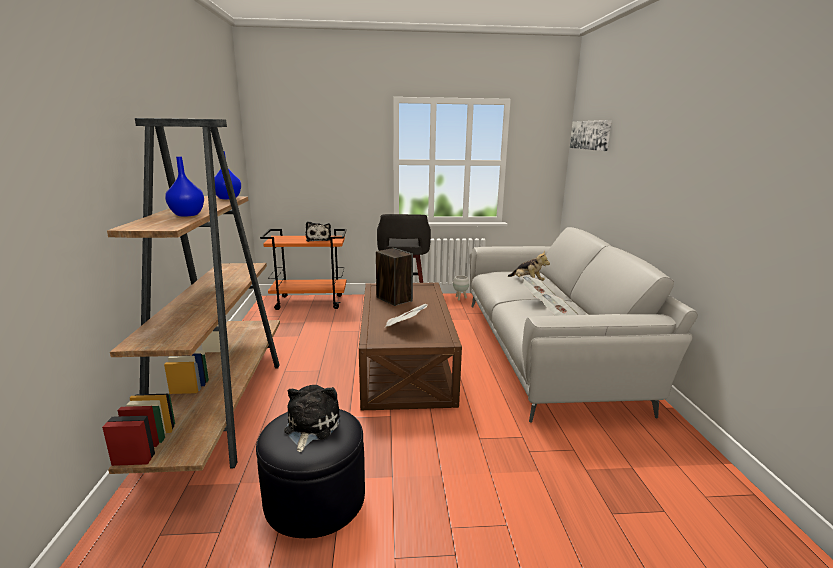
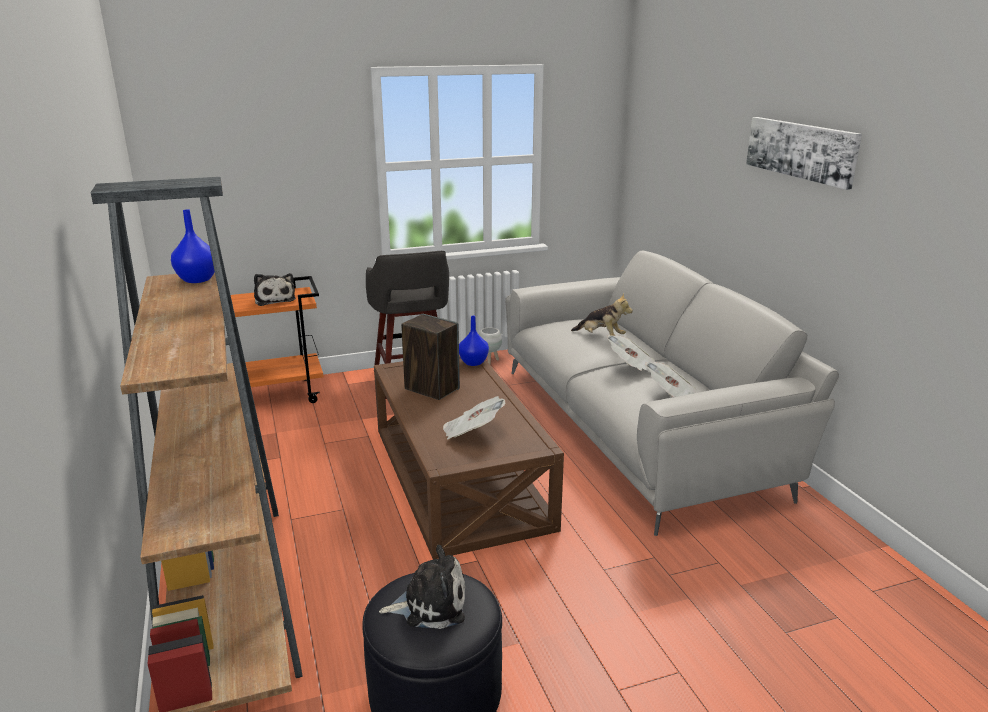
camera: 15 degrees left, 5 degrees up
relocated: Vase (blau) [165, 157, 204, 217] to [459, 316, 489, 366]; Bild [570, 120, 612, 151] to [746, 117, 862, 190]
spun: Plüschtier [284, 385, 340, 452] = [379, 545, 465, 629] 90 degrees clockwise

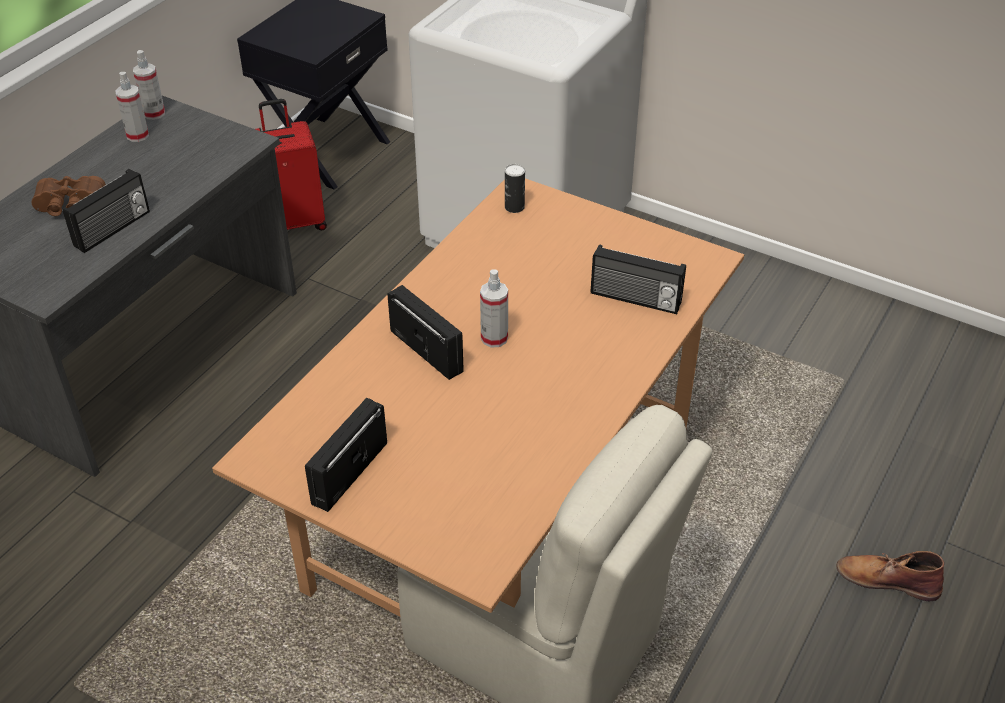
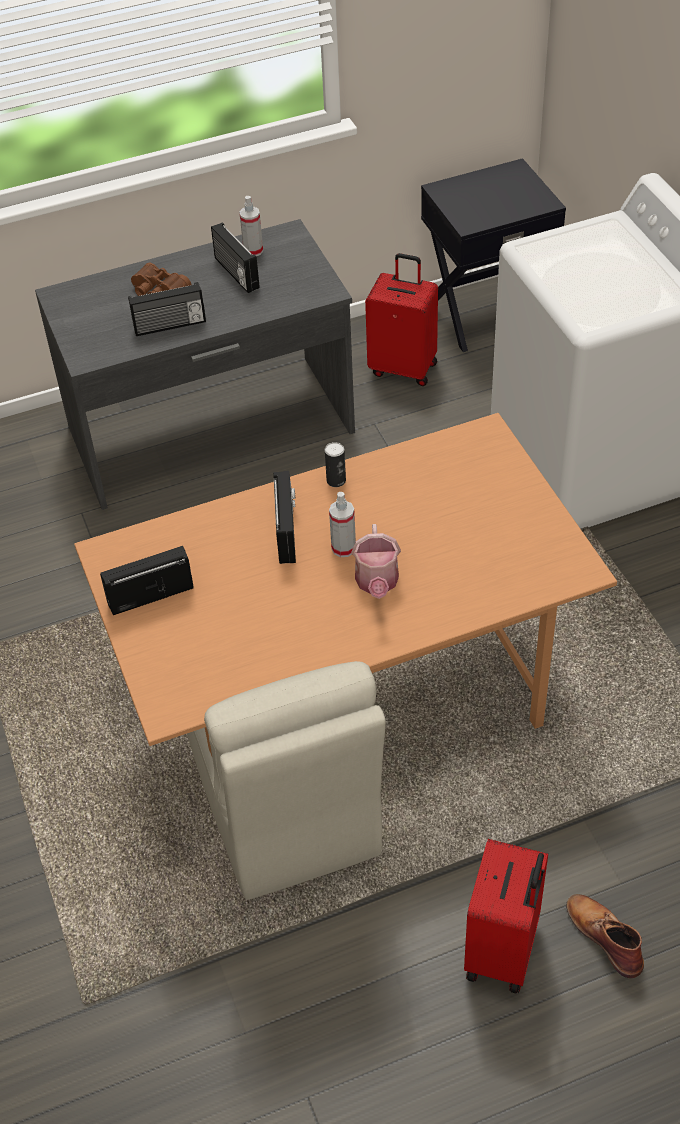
camera: 40 degrees right, 5 degrees up
missing: Sprühflasche [133, 50, 165, 120]
appeared: Gießkanne [351, 524, 401, 599]; Koffer (rot) [464, 839, 548, 993]
relocated: Dose [505, 164, 525, 213] to [325, 442, 346, 487]; Radio [590, 244, 686, 314] to [211, 222, 260, 293]

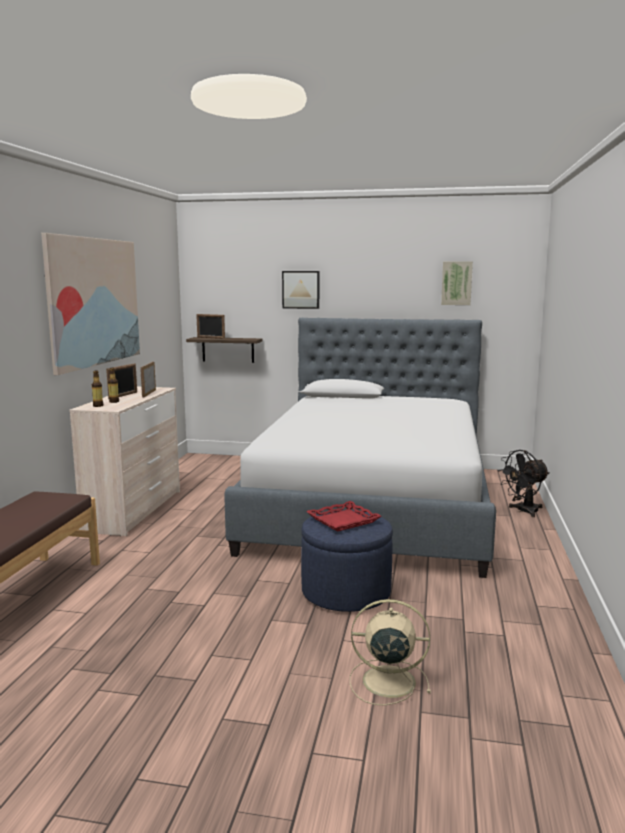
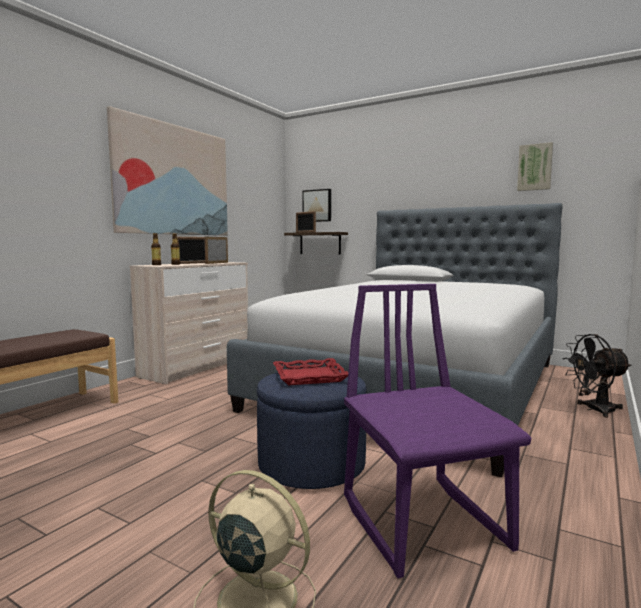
camera: 20 degrees right, 5 degrees down
appeared: Stuhl (lila) [344, 284, 531, 579]
relocated: Bild [282, 271, 319, 309] to [302, 189, 331, 222]

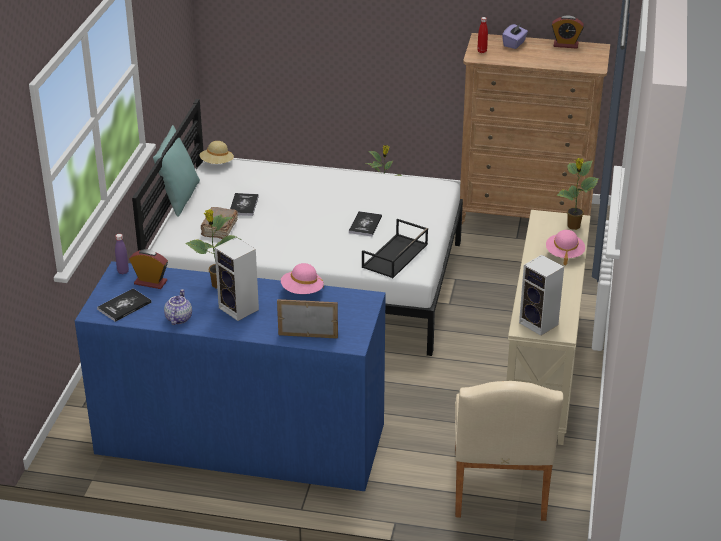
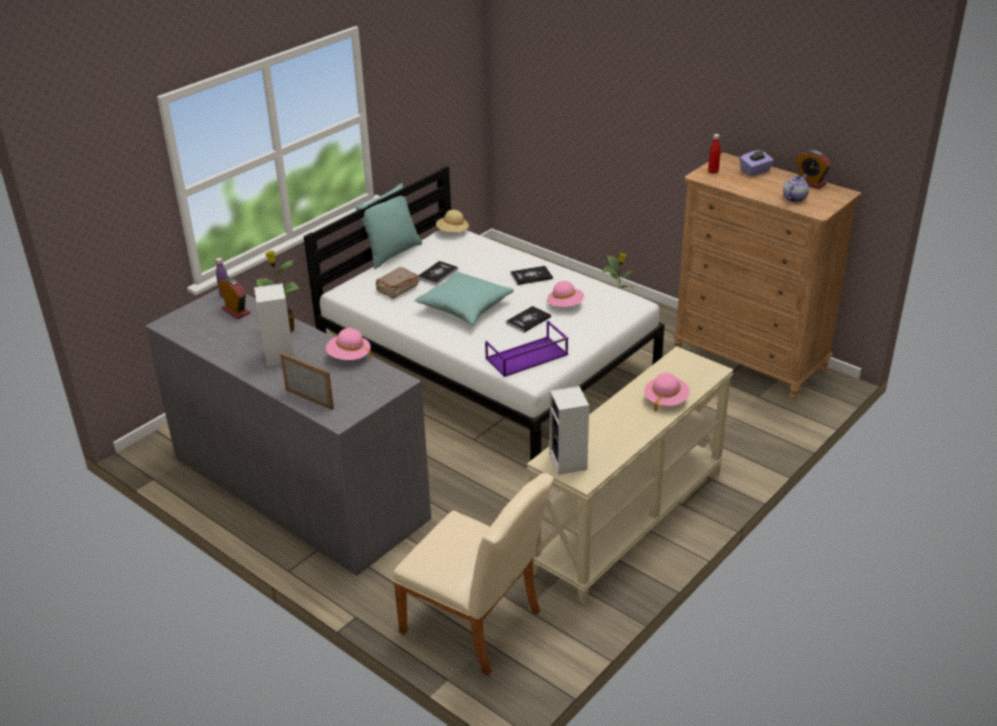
camera: 30 degrees right, 0 degrees up
missing: Topfpflanze [556, 158, 599, 230]
appeared: Kissen (türkis) [414, 271, 514, 325]; Hut (rosa) [548, 281, 584, 307]
relocated: Buch [97, 288, 151, 322] to [510, 266, 553, 285]; Teekanne [164, 289, 192, 325] to [783, 174, 809, 202]
colour: Kommode (blau) [75, 261, 386, 491] to Kommode (grau) [145, 289, 431, 576]; Tablett (schwarz) [362, 219, 428, 278] to Tablett (lila) [485, 321, 568, 377]
spun: Stuhl (beige) [455, 381, 564, 521] = [393, 473, 554, 676] 90 degrees counterclockwise

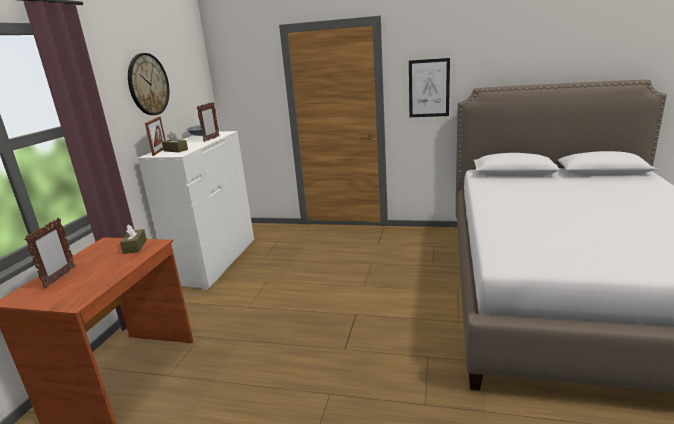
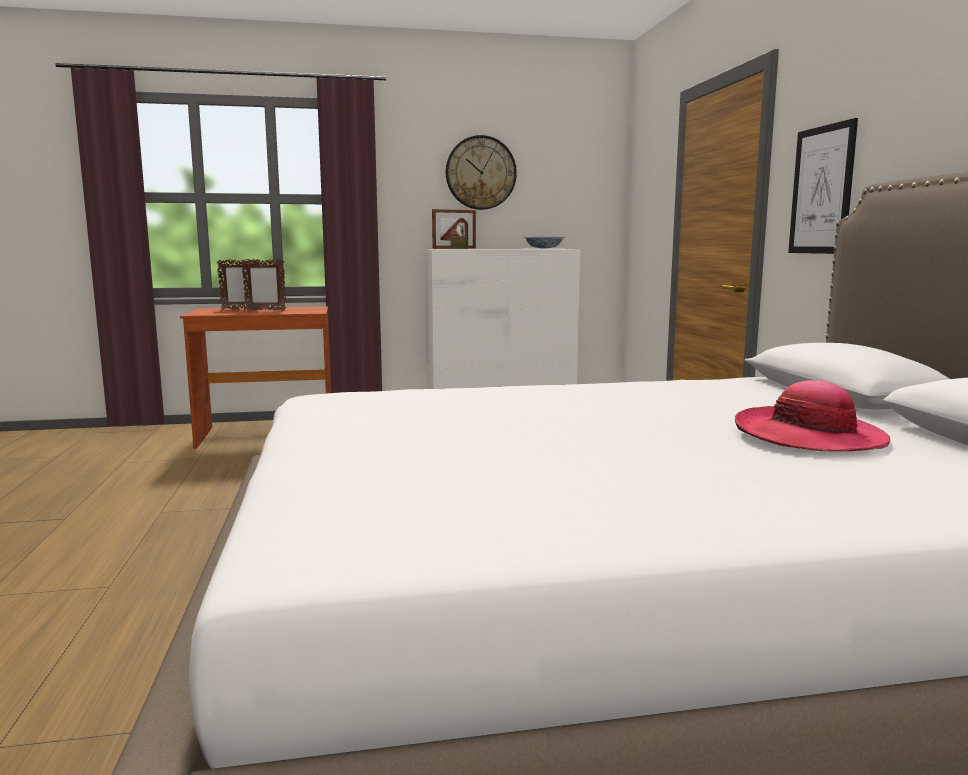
camera: 65 degrees right, 10 degrees down
missing: Taschentuchbox (braun) [120, 224, 147, 254]
appeared: Hut [735, 380, 890, 451]
relocated: Bilderrahmen [197, 102, 220, 142] to [241, 259, 286, 310]

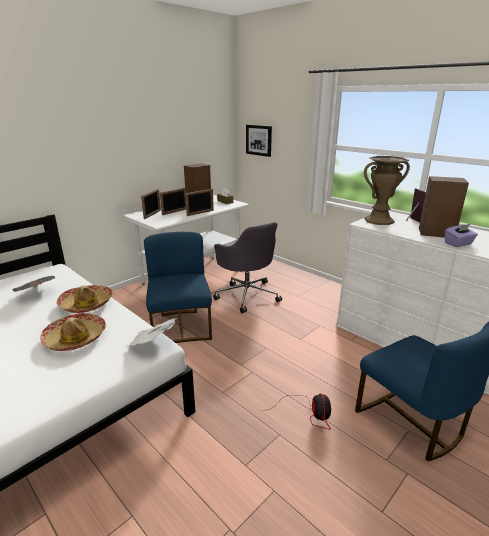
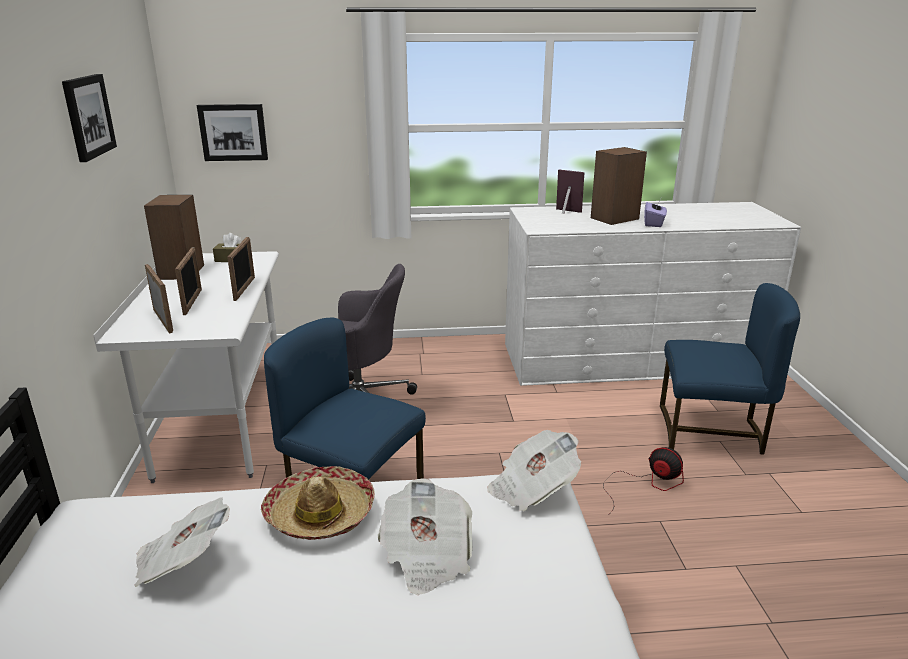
camera: 50 degrees left, 0 degrees up
missing: Vase (braun) [364, 156, 410, 225]
appeared: Bild [62, 74, 117, 162]
exchanged: Hut [40, 313, 106, 351] to Zeitung [378, 478, 473, 595]

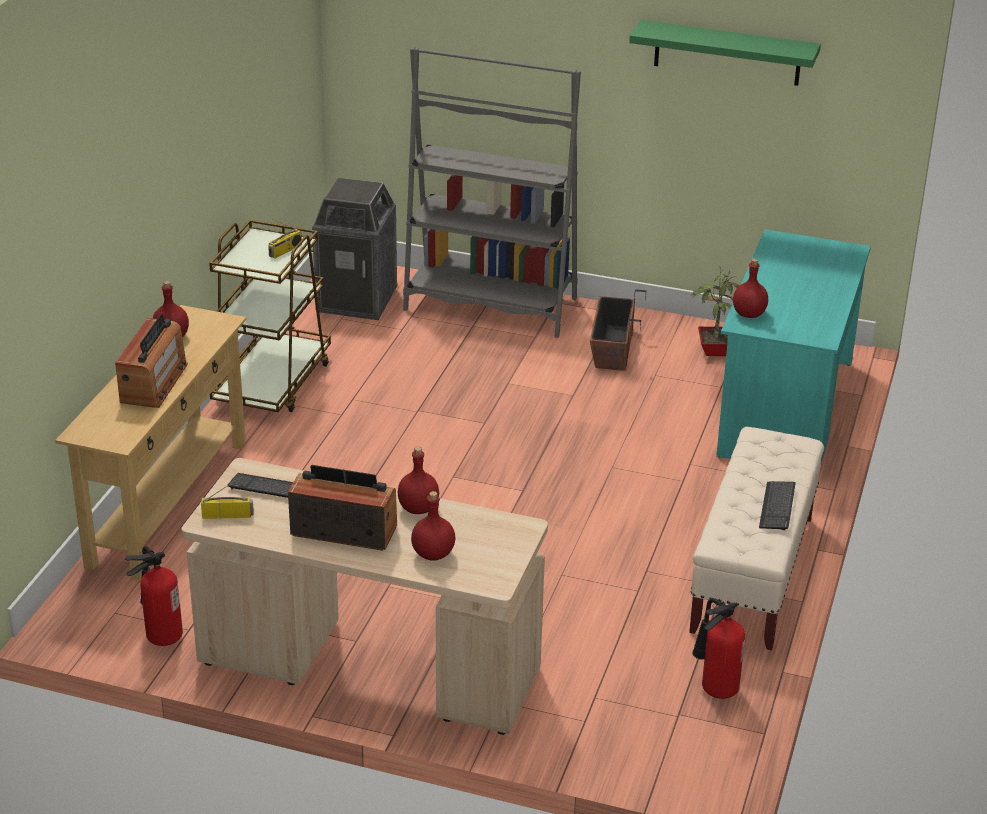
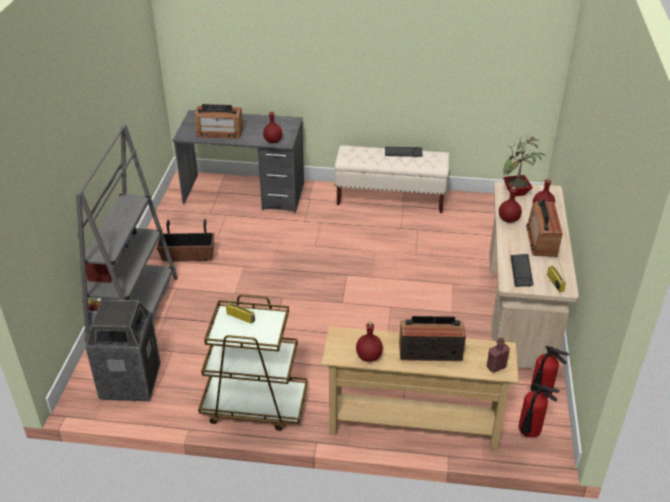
camera: 100 degrees left, 5 degrees up
missing: Wandregal (grün) [629, 20, 821, 86]
appeared: Radio [194, 104, 243, 139]; Flasche (rot) [487, 337, 510, 373]
relocated: Topfpflanze [691, 267, 739, 356] to [503, 135, 546, 196]; Feuerlöscher [692, 598, 745, 699] to [518, 383, 559, 437]
colour: Schreibtisch (türkis) [716, 229, 871, 463] to Schreibtisch (grau) [172, 110, 304, 213]

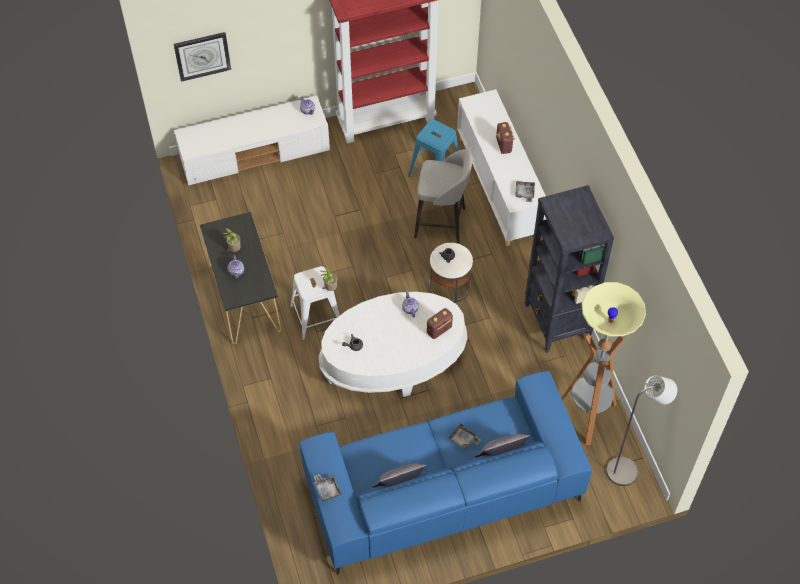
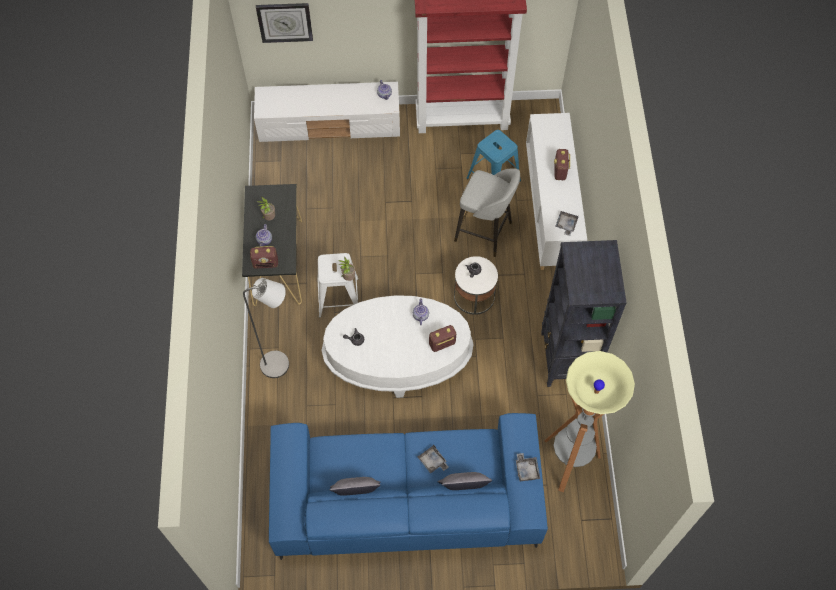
camera: 15 degrees right, 5 degrees up
appeared: Radio [250, 246, 278, 269]
relocated: Tablett (grau) [314, 474, 341, 502] to [516, 453, 540, 481]; Stehlampe (grau) [606, 375, 677, 486] to [243, 278, 289, 378]

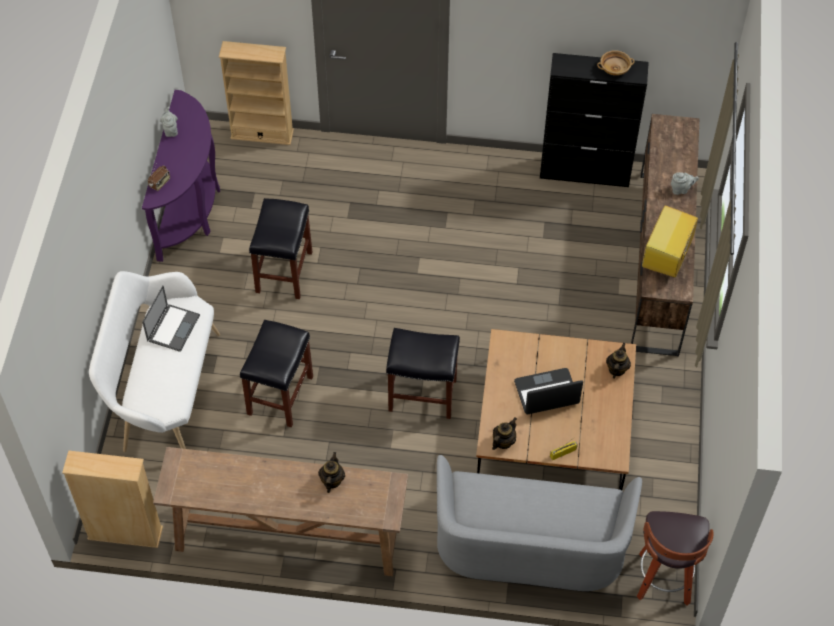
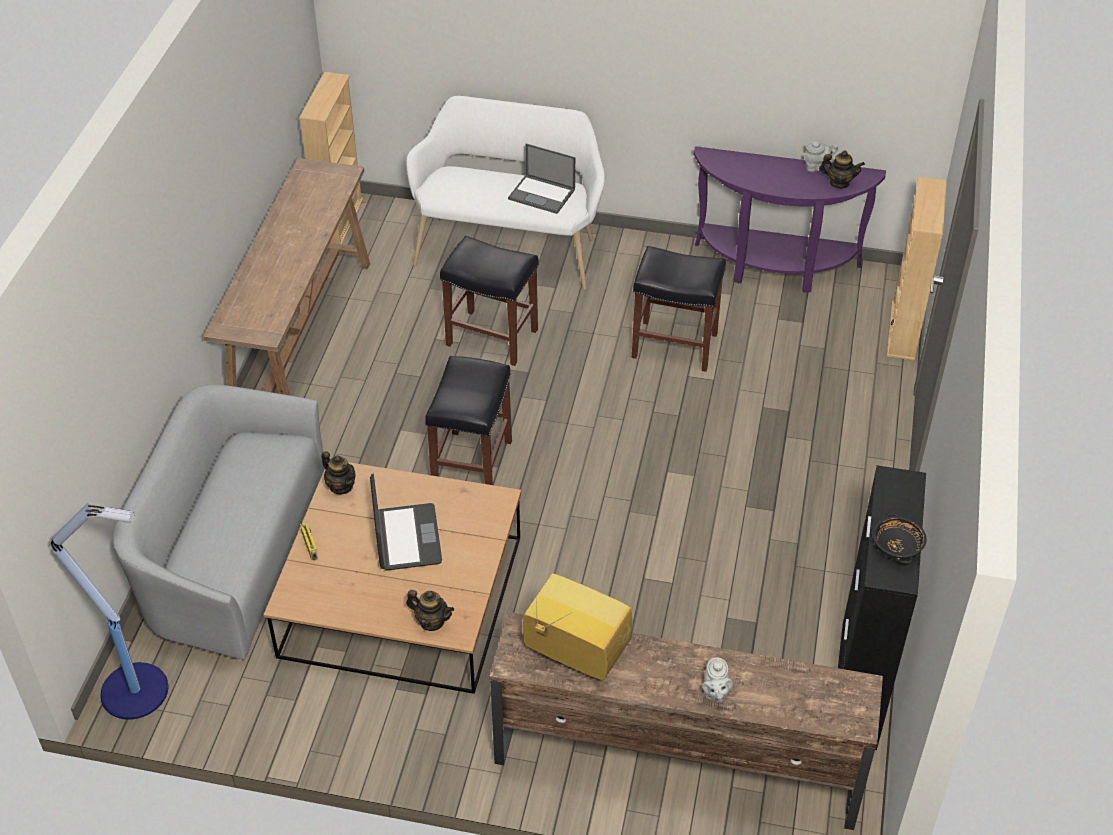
camera: 95 degrees right, 10 degrees down
missing: Radio [148, 165, 170, 191]
relocated: Teekanne [318, 452, 345, 493] to [819, 150, 865, 189]
exchanged: Hocker [637, 511, 714, 606] to Stehlampe [51, 503, 168, 719]
colour: Schüssel (beige) [597, 50, 634, 76] to Schüssel (schwarz) [873, 513, 926, 564]

